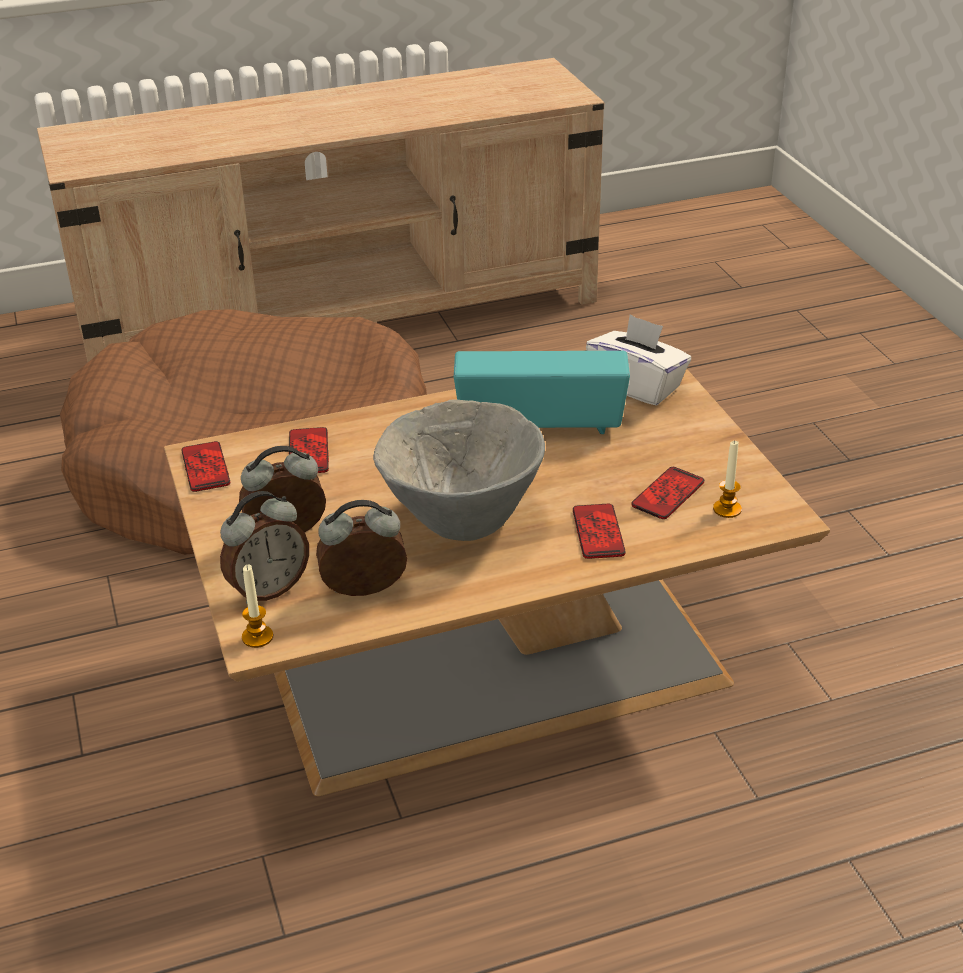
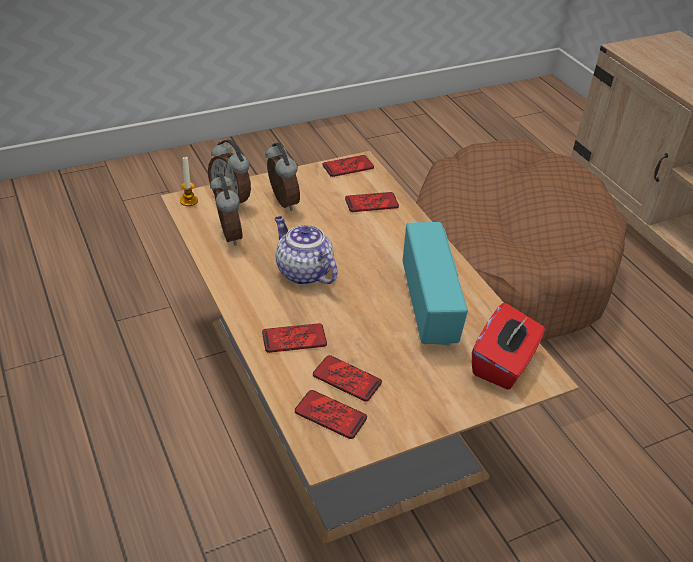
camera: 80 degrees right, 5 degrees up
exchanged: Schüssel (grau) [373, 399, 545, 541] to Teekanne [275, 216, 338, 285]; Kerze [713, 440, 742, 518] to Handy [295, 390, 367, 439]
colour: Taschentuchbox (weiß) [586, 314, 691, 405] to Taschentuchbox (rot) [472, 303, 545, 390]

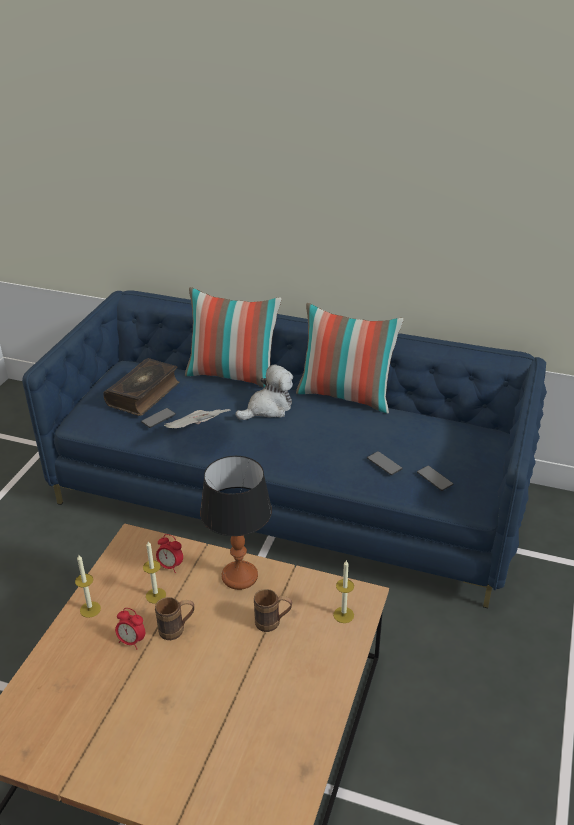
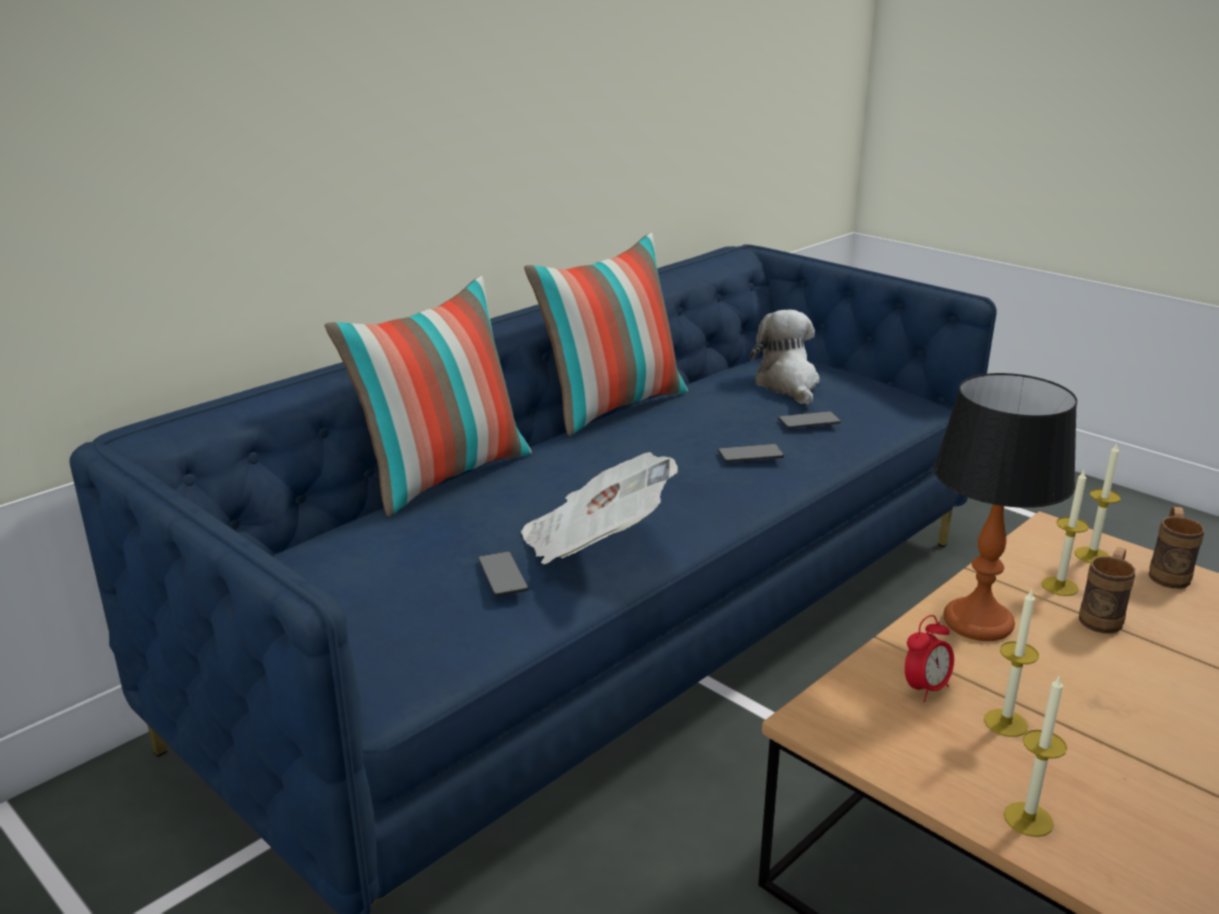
camera: 65 degrees left, 10 degrees down
missing: Buch [103, 358, 179, 416]; Wecker [115, 608, 145, 650]
appeared: Kerze [1041, 470, 1089, 596]
relocated: Henkelbecher (braun) [155, 597, 194, 640] to [1149, 507, 1204, 589]; Plüschtier [235, 365, 293, 420] to [750, 310, 820, 405]; Handy [417, 466, 453, 491] to [718, 444, 784, 462]

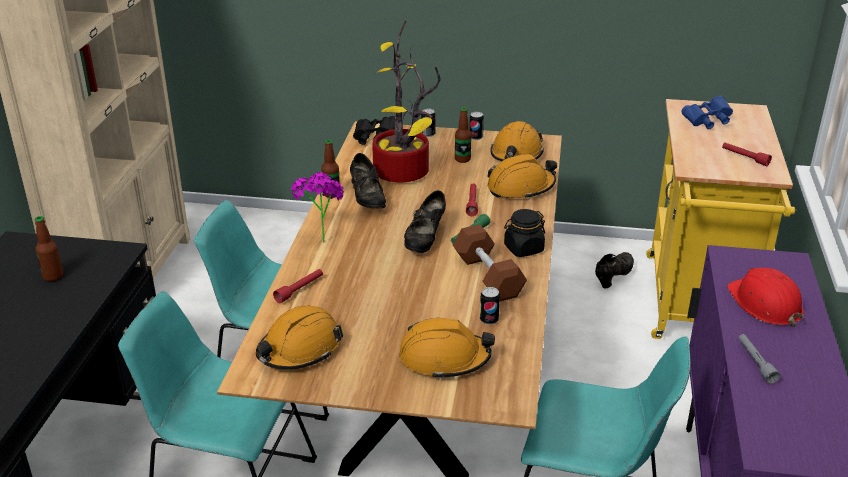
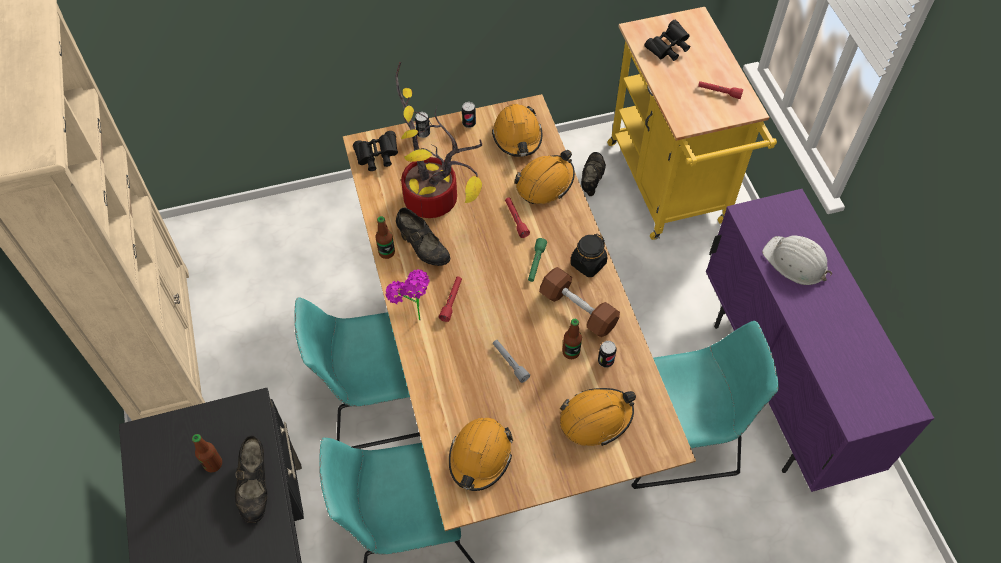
camera: 25 degrees left, 25 degrees up
relocated: Taschenlampe (rot) [273, 269, 323, 303] to [439, 277, 462, 322]; Schuh (schwarz) [404, 190, 446, 253] to [235, 435, 267, 523]; Flasche [455, 107, 472, 163] to [562, 319, 582, 359]; Taschenlampe (grau) [738, 334, 780, 384] to [493, 340, 530, 383]
colour: Fernglas (blau) [682, 95, 733, 129] to Fernglas (schwarz) [644, 20, 690, 61]; Schutzhelm (rot) [727, 268, 804, 327] to Schutzhelm (weiß) [762, 235, 832, 285]

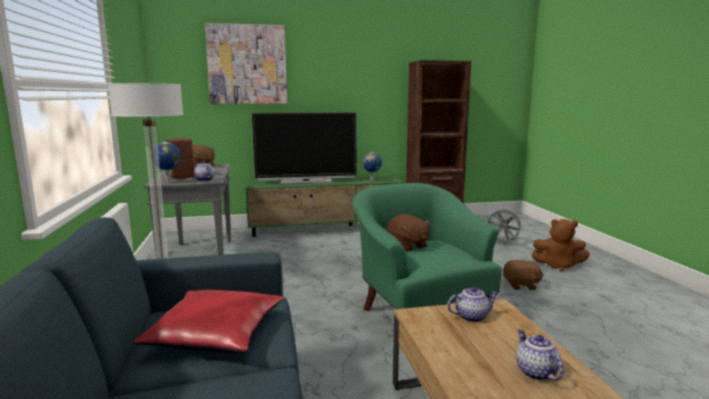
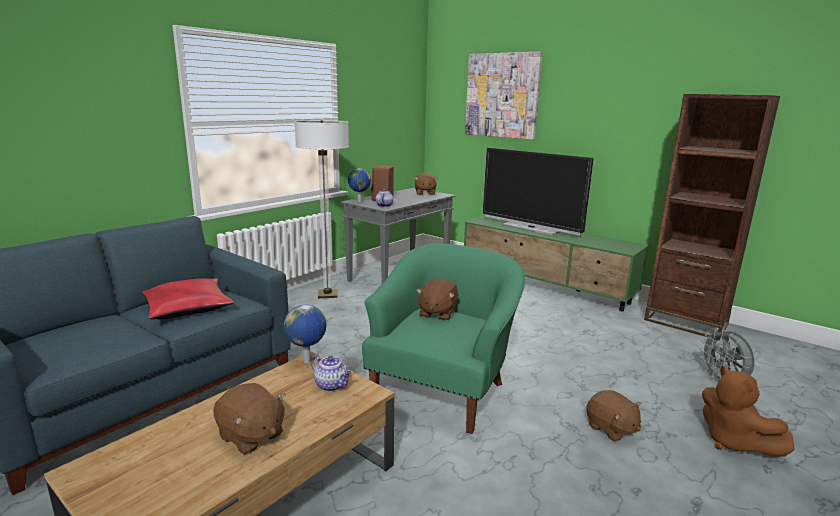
camera: 50 degrees right, 5 degrees up
relocated: Globus [362, 152, 382, 181] to [284, 304, 327, 363]
exchanged: Teekanne [516, 329, 564, 381] to Plüschtier (braun) [213, 383, 285, 455]

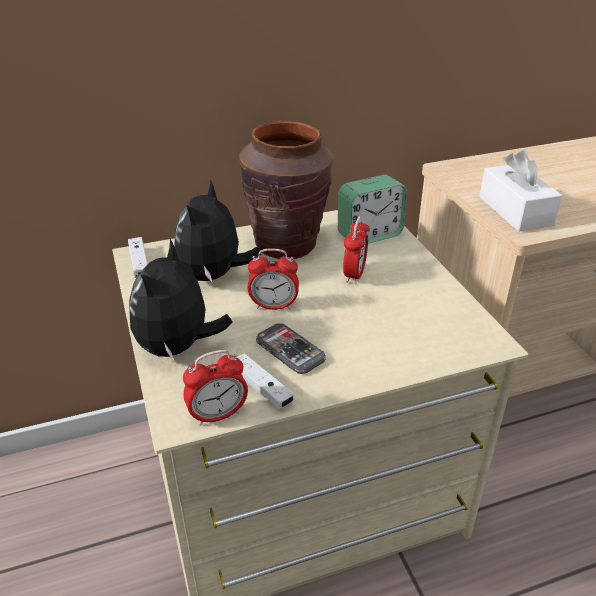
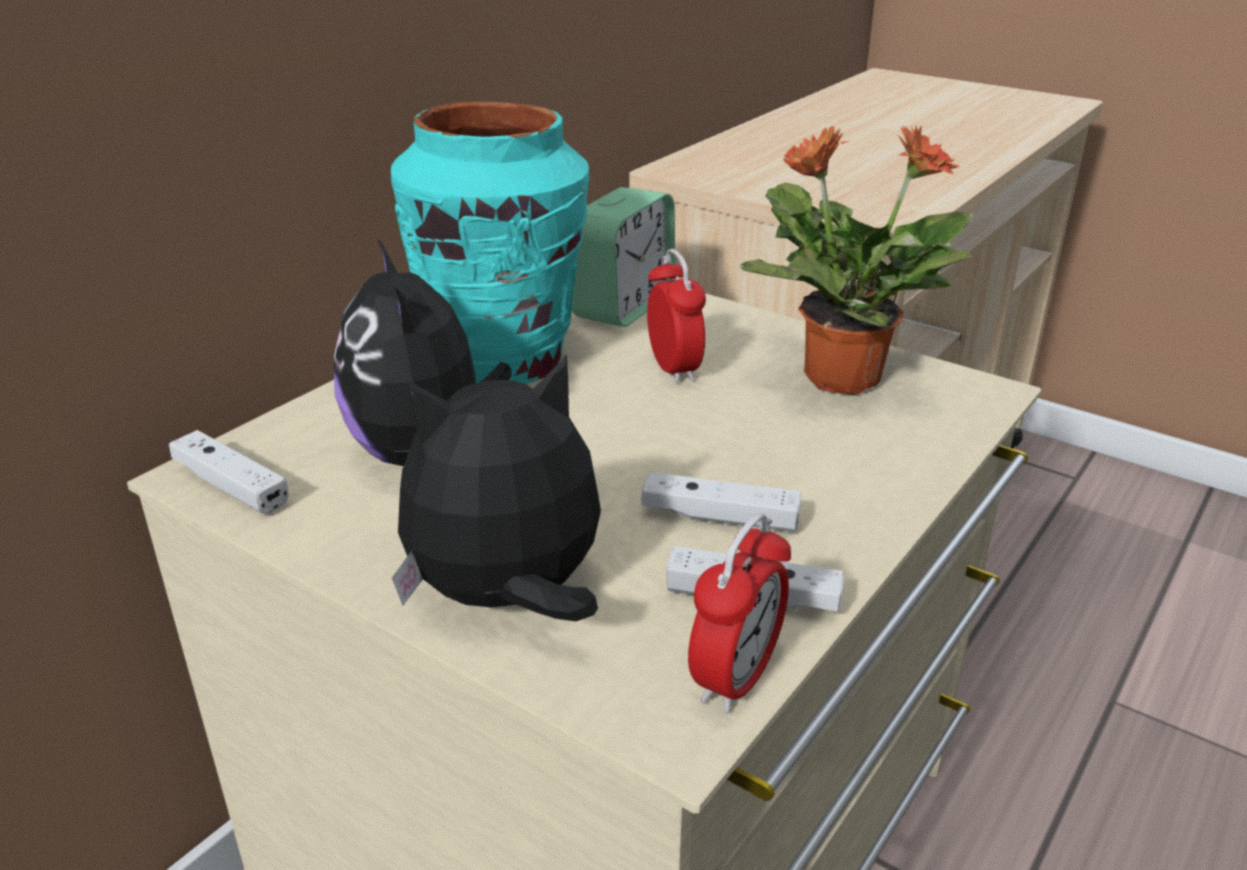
camera: 35 degrees left, 5 degrees down
missing: Wecker [248, 248, 299, 310]; Taschentuchbox (weiß) [479, 150, 562, 232]
appeared: Topfpflanze [740, 125, 972, 395]
exchanged: Handy [256, 323, 326, 374] to Gamepad (weiß) [641, 472, 802, 532]
colour: Vase (braun) [239, 121, 333, 259] to Vase (türkis) [391, 102, 589, 384]
spun: Plüschtier [129, 239, 232, 362] = [392, 354, 601, 621] 90 degrees clockwise

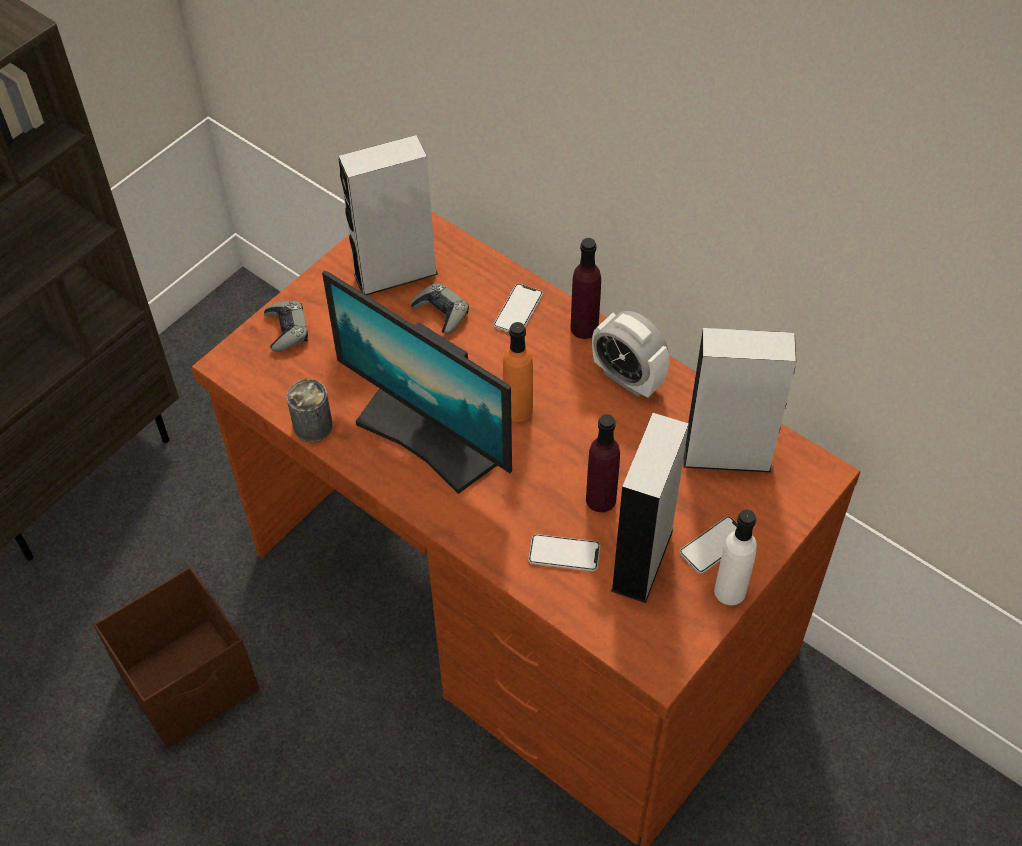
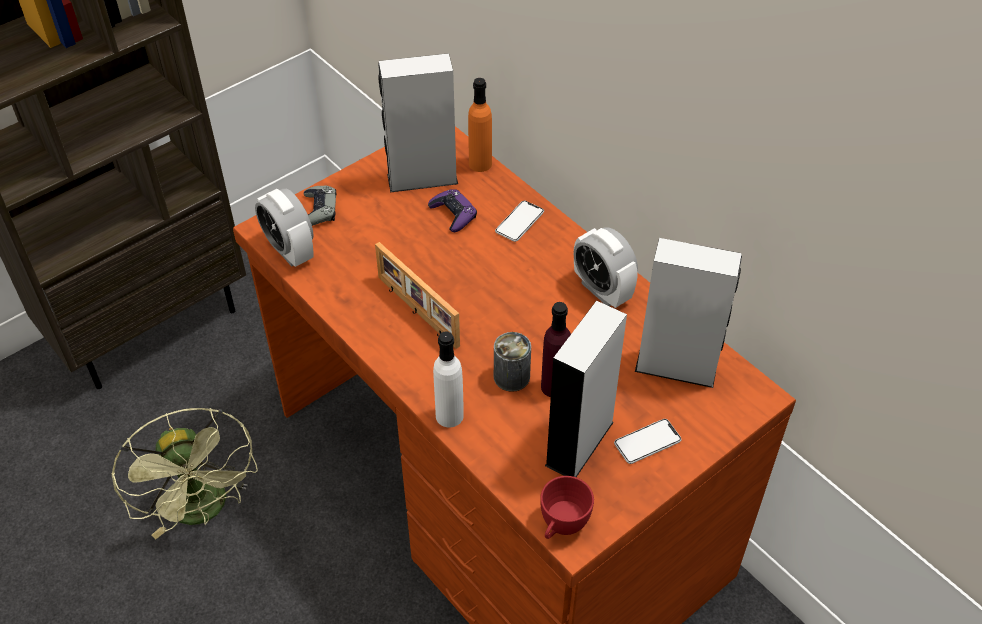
camera: 10 degrees right, 5 degrees down
missing: Handy [528, 534, 600, 571]; Flasche (lila) [570, 238, 601, 339]
appeared: Wecker [255, 189, 314, 267]; Tasse (rot) [540, 476, 594, 539]
relocated: Dose [286, 379, 333, 442] to [494, 332, 531, 392]; Flasche (orange) [503, 322, 533, 422] to [468, 78, 492, 172]; Flasche (weiß) [714, 510, 757, 605] to [433, 331, 464, 428]
exchanged: Aufbewahrungsbox (braun) [94, 567, 259, 748] to Ventilator (grün) [111, 408, 258, 539]; Monitor [322, 271, 512, 494] to Bilderrahmen [375, 242, 460, 349]
colour: Gamepad (grau) [411, 283, 469, 334] to Gamepad (lila) [428, 189, 477, 232]

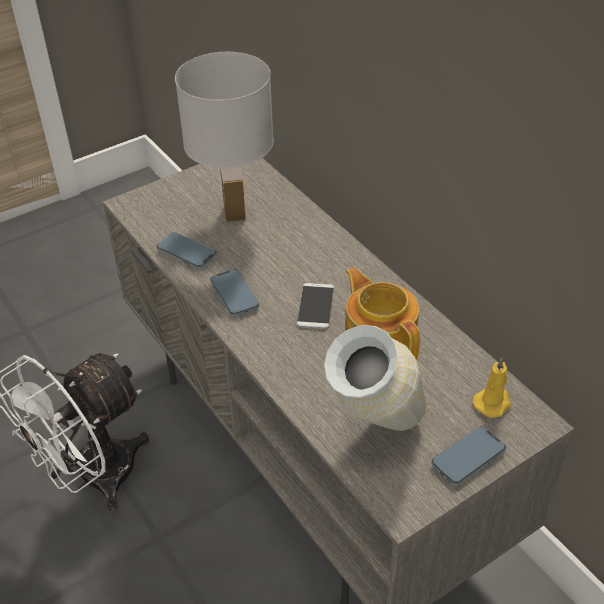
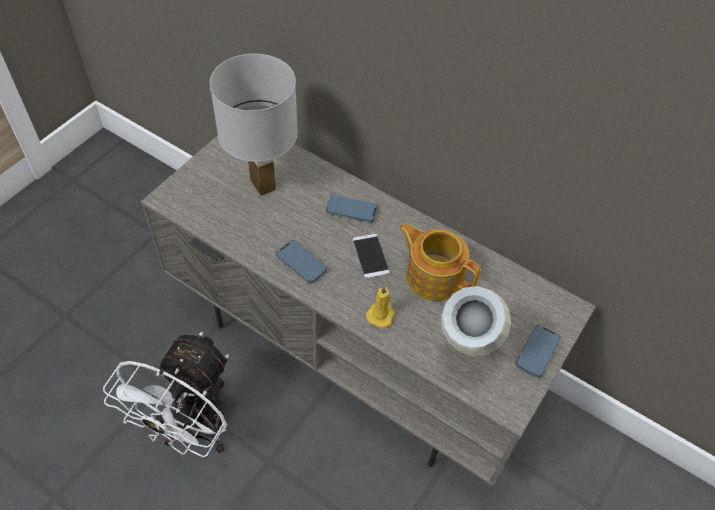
camera: 25 degrees left, 10 degrees up
relocated: Handy [157, 232, 217, 269] to [326, 195, 378, 223]; Kerze (gelb) [472, 357, 511, 418] to [366, 286, 395, 328]

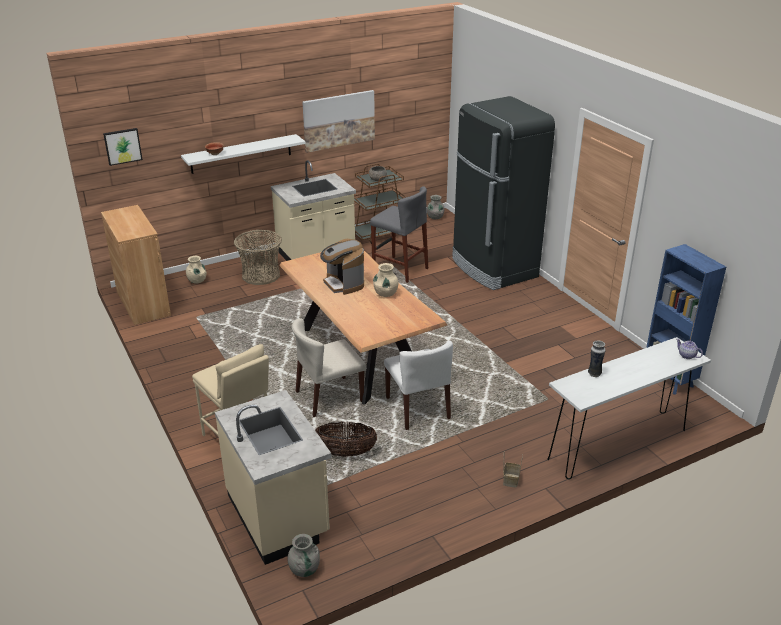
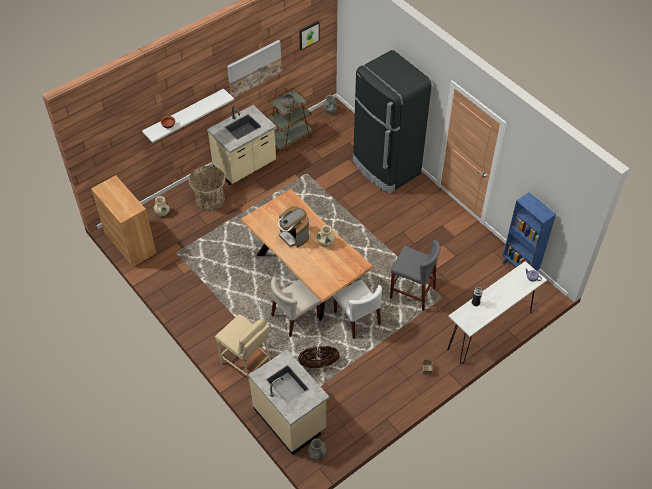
camera: 10 degrees left, 20 degrees up
relocated: Bild [103, 128, 143, 166] to [299, 21, 320, 50]; Hocker (grau) [370, 186, 428, 283] to [390, 240, 441, 311]

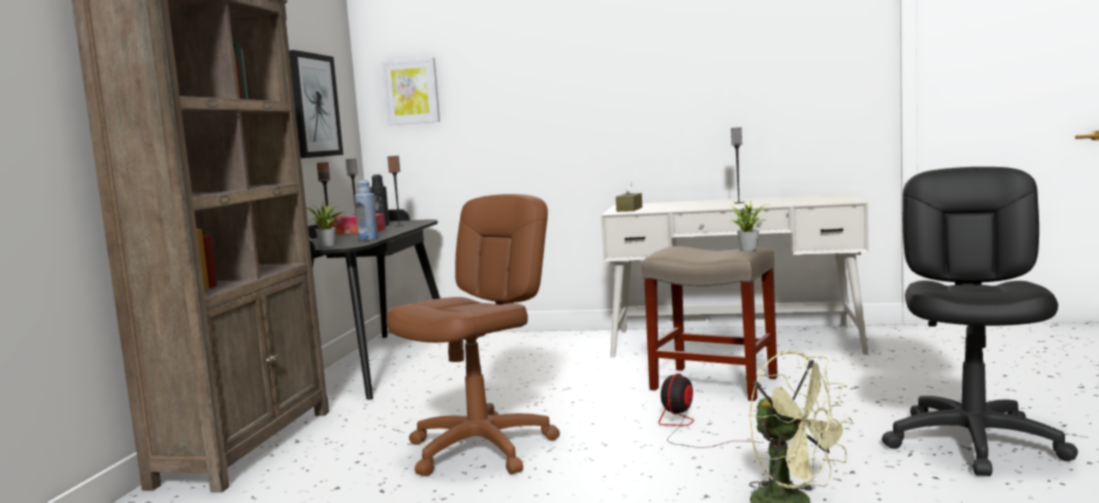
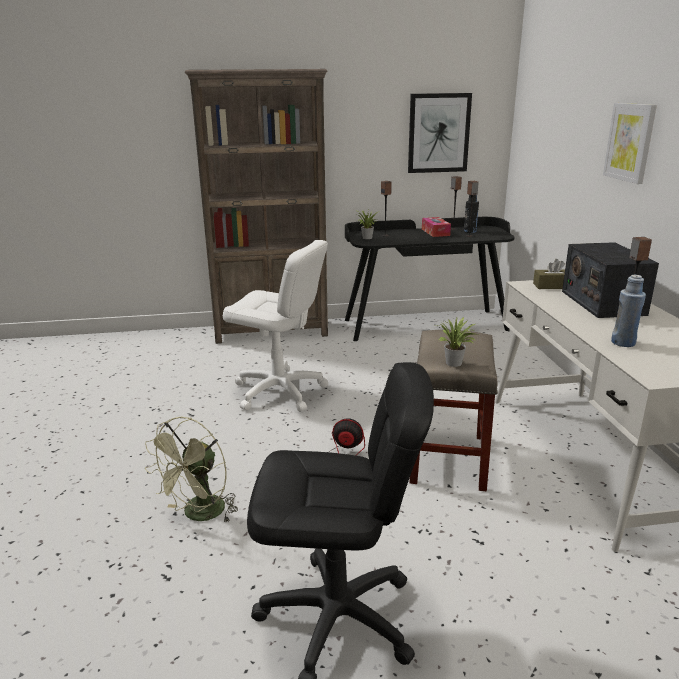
camera: 70 degrees right, 15 degrees up
appeared: Radio [562, 242, 659, 318]
relocated: Flasche (blau) [355, 180, 378, 241] to [611, 275, 646, 347]; Bild [381, 57, 440, 125] to [603, 103, 657, 184]
colour: Bürostuhl (braun) [386, 194, 560, 476] to Bürostuhl (weiß) [223, 240, 329, 411]

